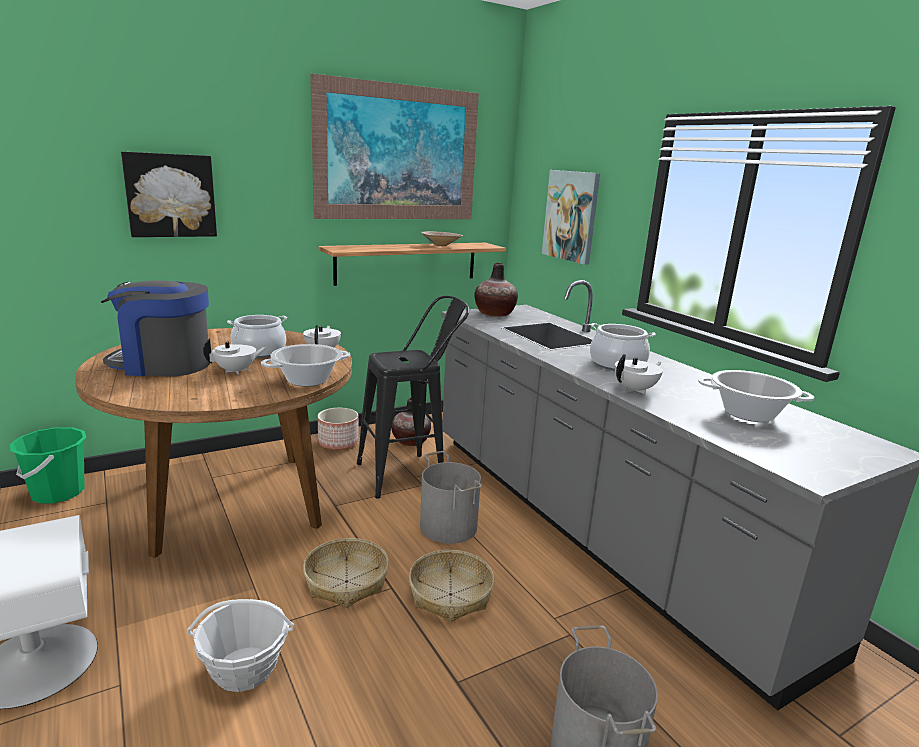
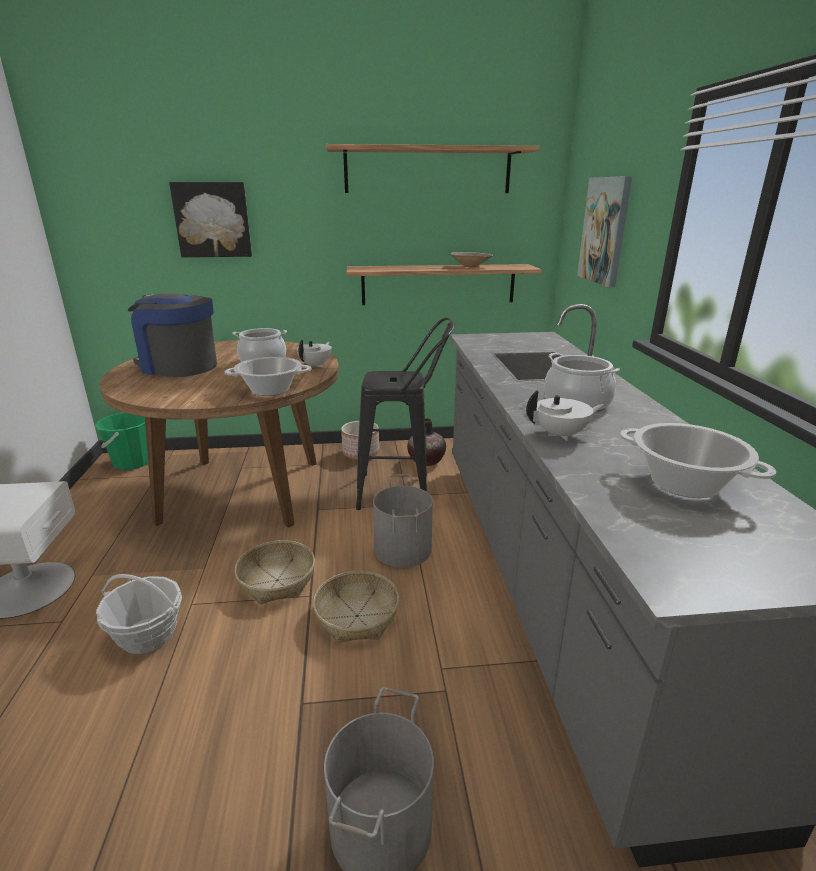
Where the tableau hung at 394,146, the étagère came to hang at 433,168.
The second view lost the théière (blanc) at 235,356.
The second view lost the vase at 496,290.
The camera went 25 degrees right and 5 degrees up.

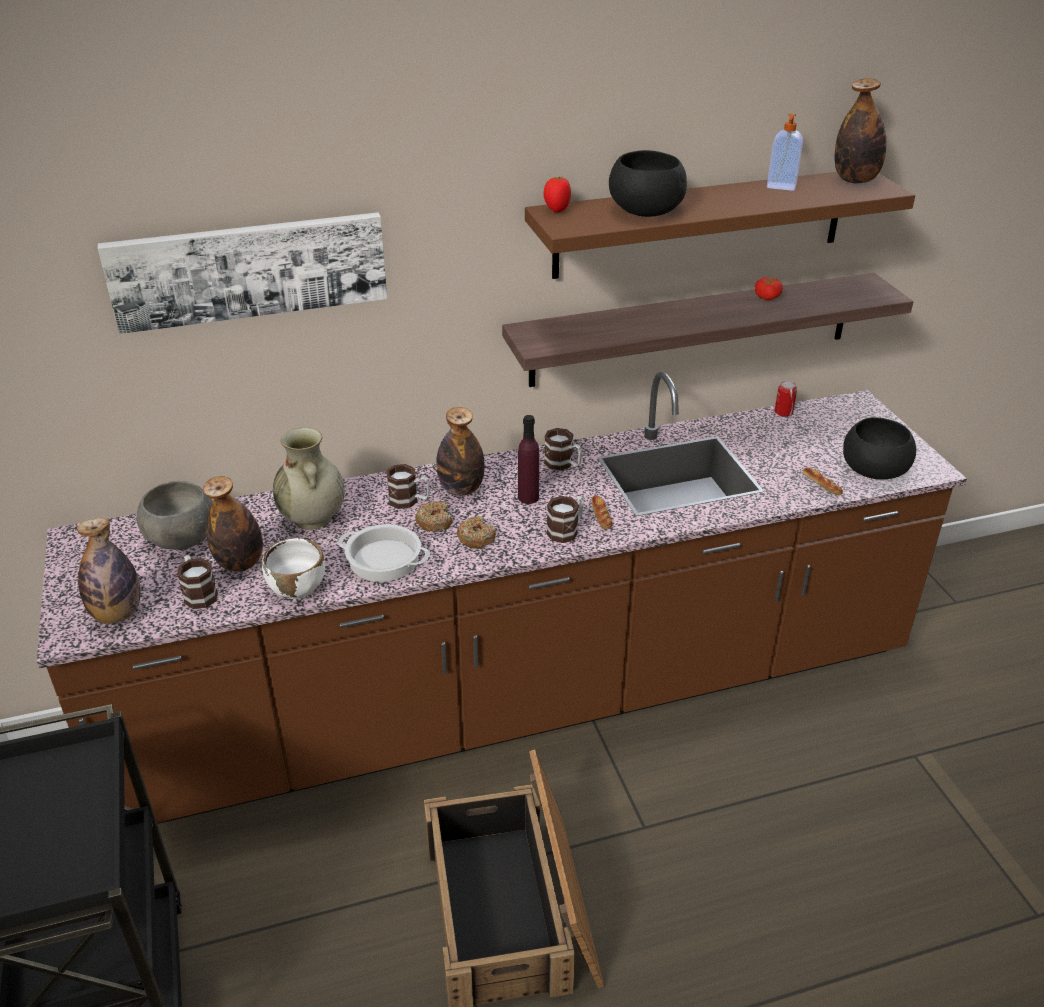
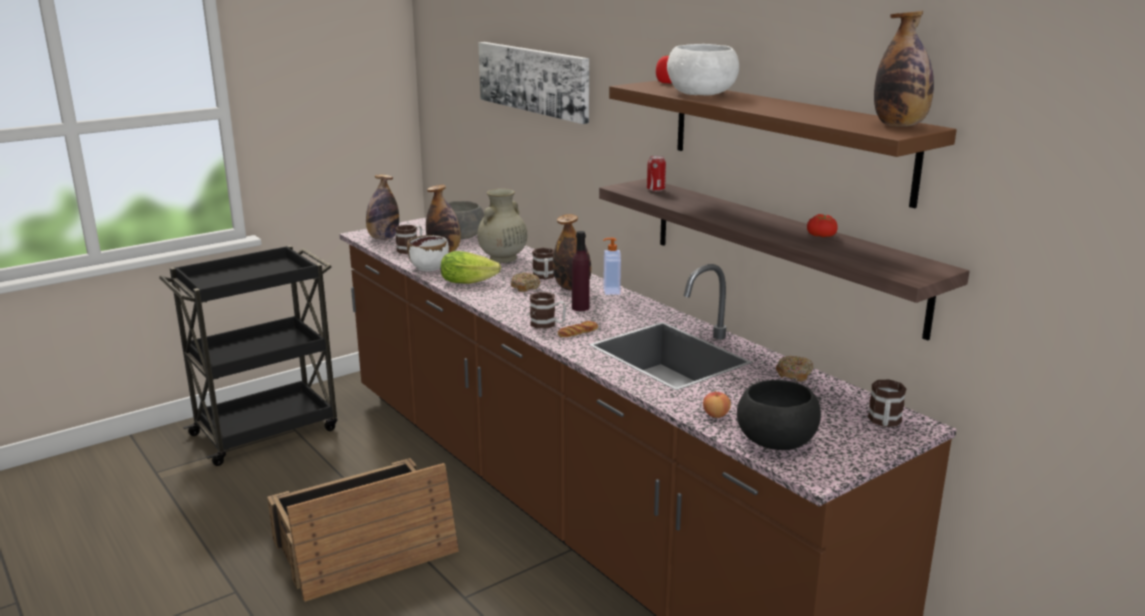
Where the marmite stood at 384,553, the laitue came to stand at 471,267.
The distributeur de savon ended up elsewhere, having gone from 785,152 to 612,266.
The boîte métallique ended up elsewhere, having gone from 786,398 to 656,173.
What was the bol (noir) at 648,183 turned into the bol (blanc) at 703,69.
Where the pain stood at 822,481, the pomme came to stand at 717,404.
The beignet ended up elsewhere, having gone from 476,532 to 794,369.
The mug ended up elsewhere, having gone from 563,449 to 887,403.
The camera went 70 degrees right and 15 degrees down.

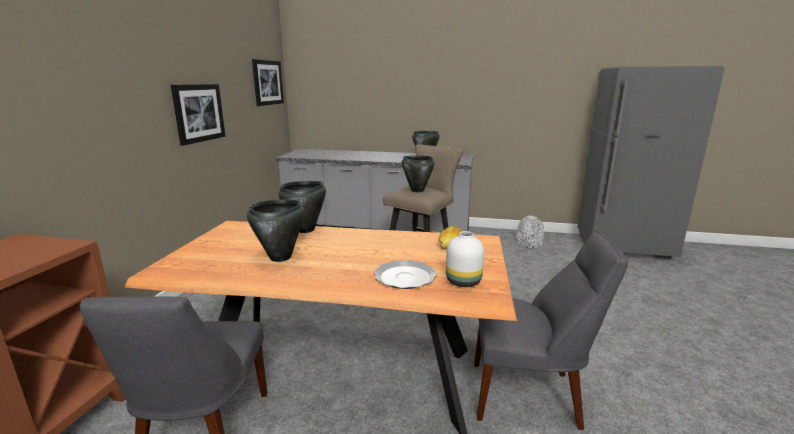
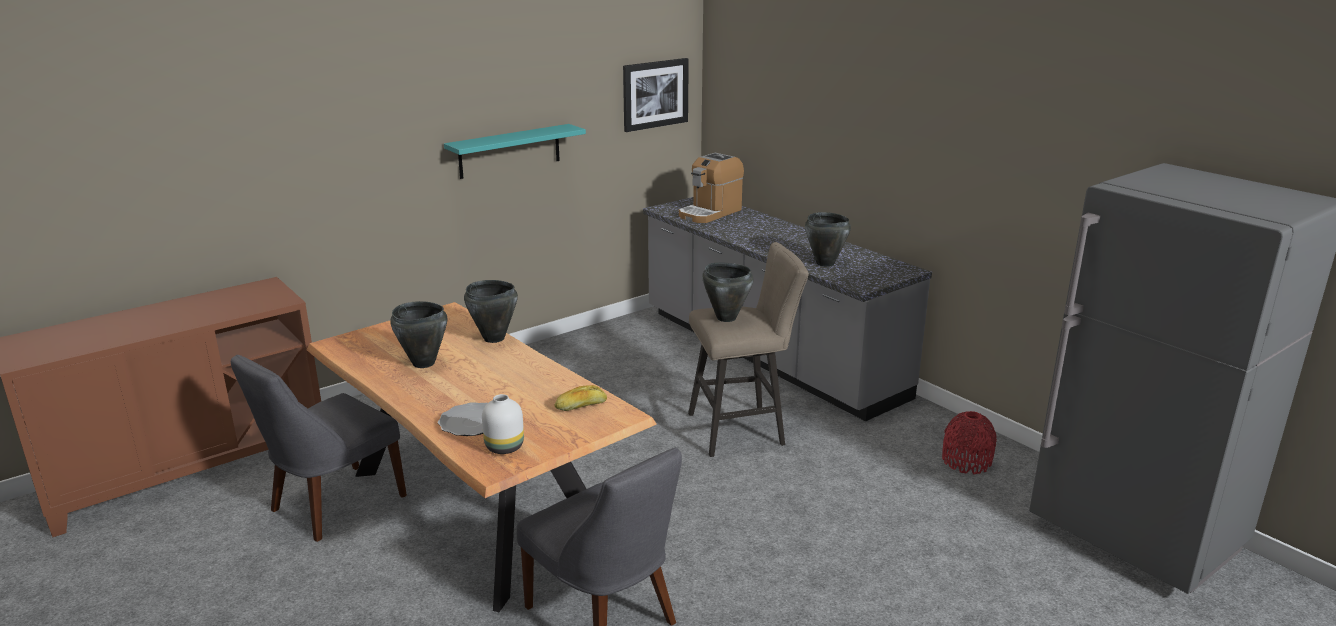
Where the tableau hung at 198,115, the étagère (turquoise) came to hang at 515,151.
The second view gained the machine à café at 711,188.
What was the vase (gris) at 530,232 turned into the vase (rouge) at 969,443.
The camera went 40 degrees right and 5 degrees up.

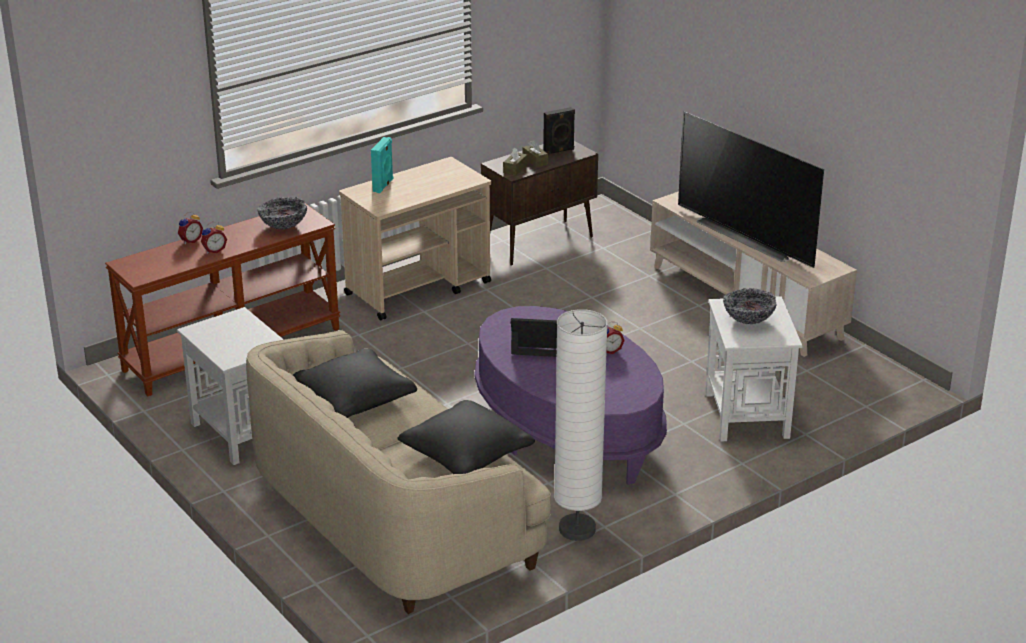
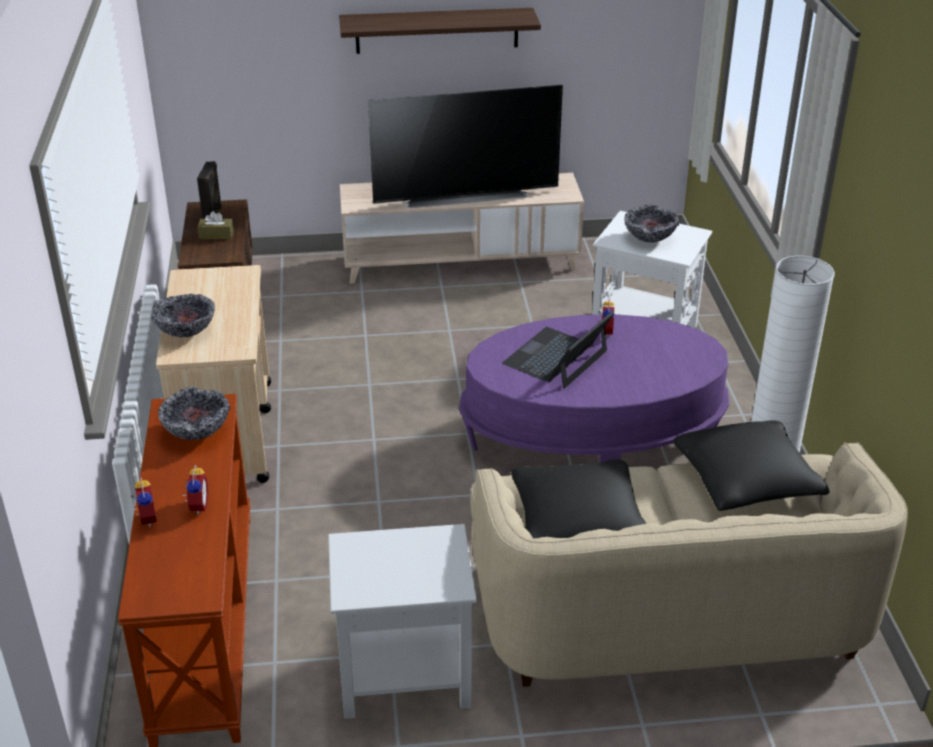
Where the enceinte (turquoise) stood at 382,165, the bol came to stand at 183,315.
The second view gained the étagère at 440,31.
The second view lost the boîte à mouchoirs (marron) at 515,161.
The camera went 60 degrees left and 5 degrees up.

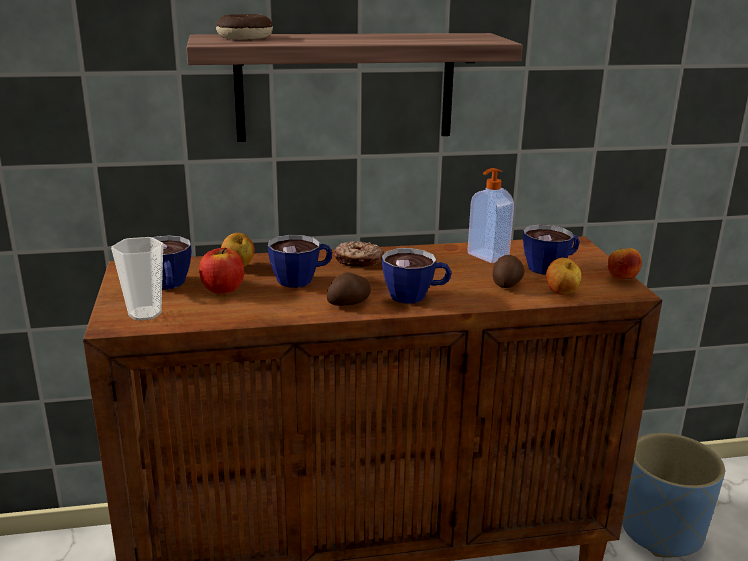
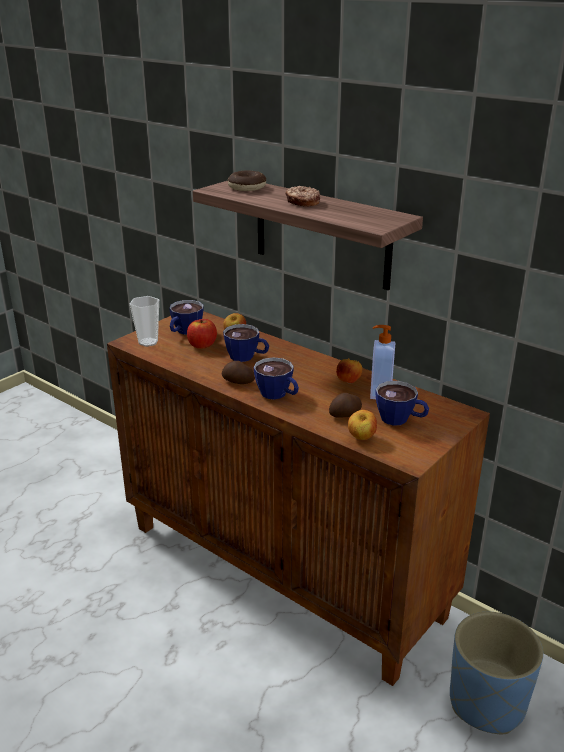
The beignet ended up elsewhere, having gone from 359,254 to 302,196.
The pomme ended up elsewhere, having gone from 624,264 to 349,371.
The camera went 50 degrees right and 5 degrees up.

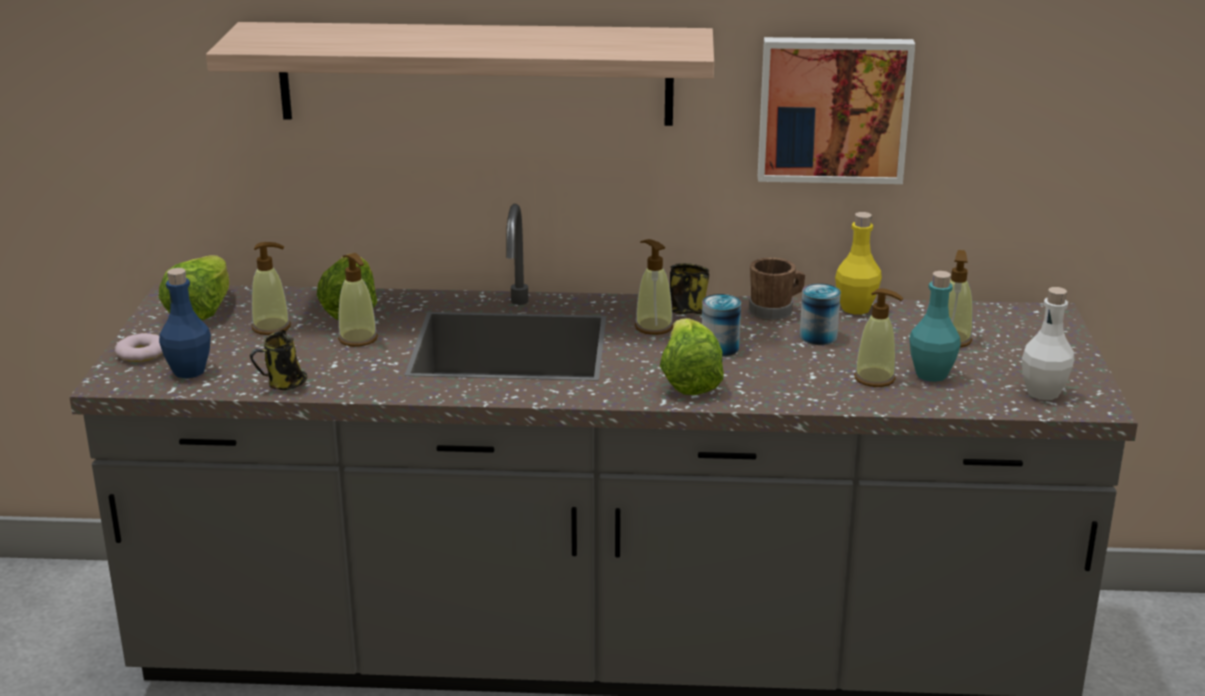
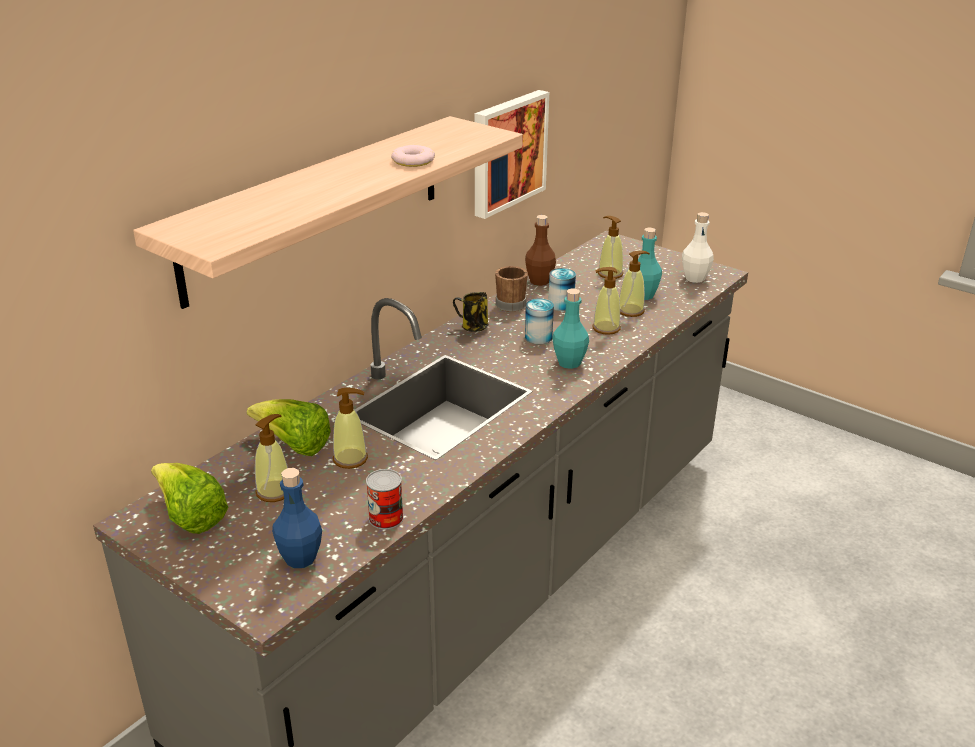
Where the mug stood at 278,360, the boîte métallique came to stand at 385,499.
The beignet ended up elsewhere, having gone from 139,347 to 413,156.
What was the bouteille (jaune) at 858,263 turned into the bouteille (marron) at 540,250.
Where the laitue stood at 692,356, the bouteille (turquoise) came to stand at 570,328.
The distributeur de savon ended up elsewhere, having gone from 654,287 to 606,301.
The camera went 55 degrees left and 5 degrees up.

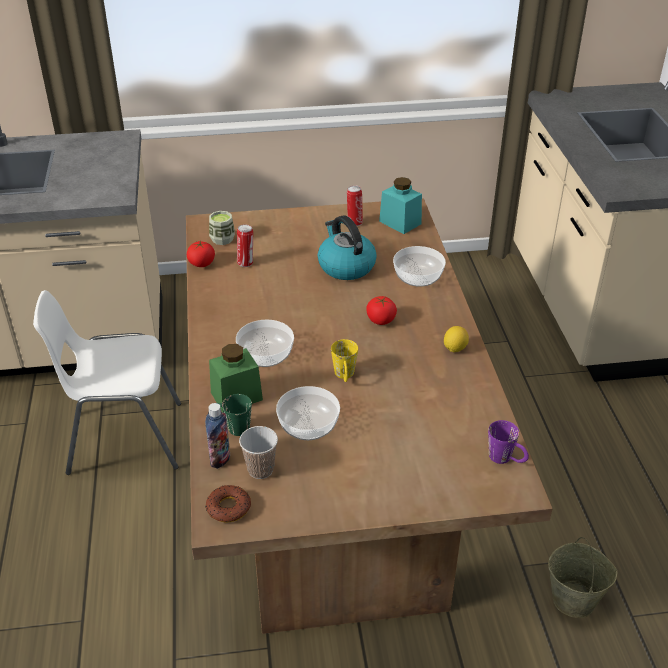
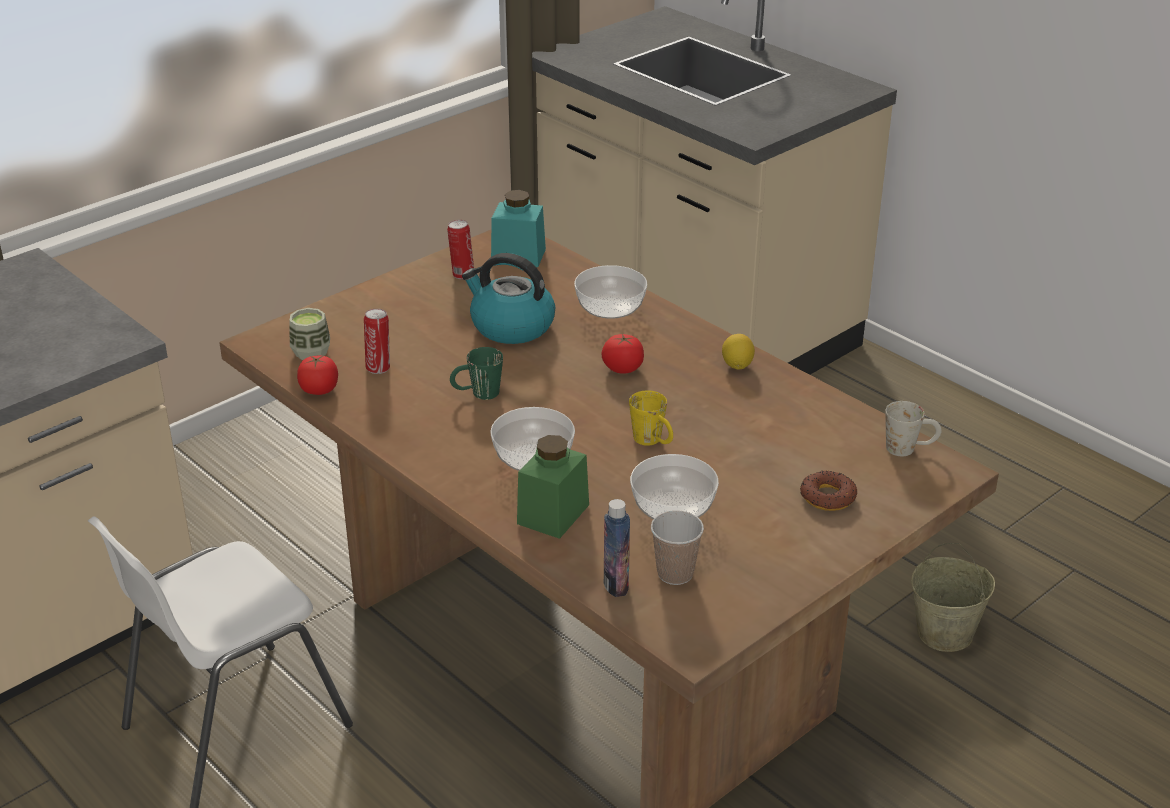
The mug (vert) ended up elsewhere, having gone from 235,415 to 476,373.
The beignet ended up elsewhere, having gone from 228,504 to 828,490.
What was the mug (violet) at 508,442 turned into the mug (blanc) at 913,428.
The camera went 35 degrees left and 5 degrees down.

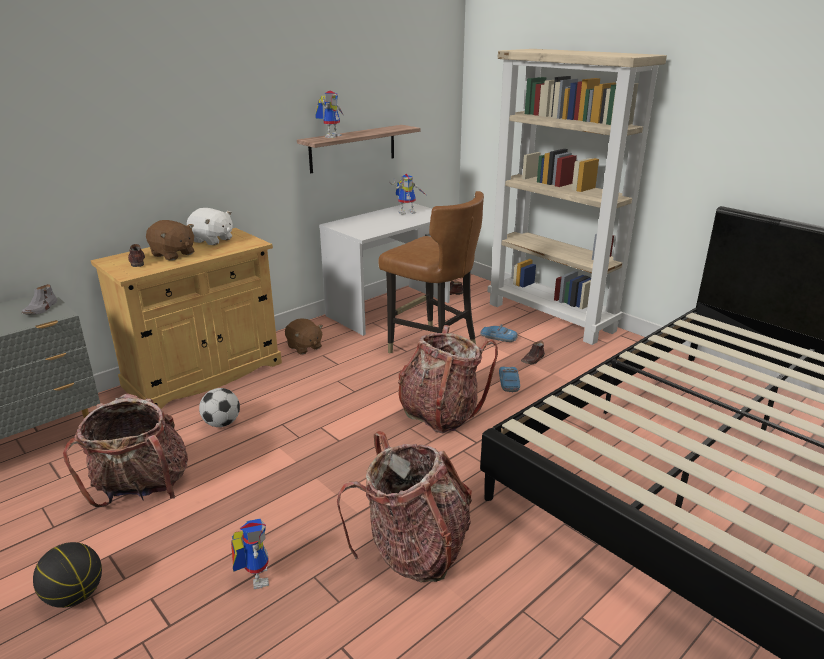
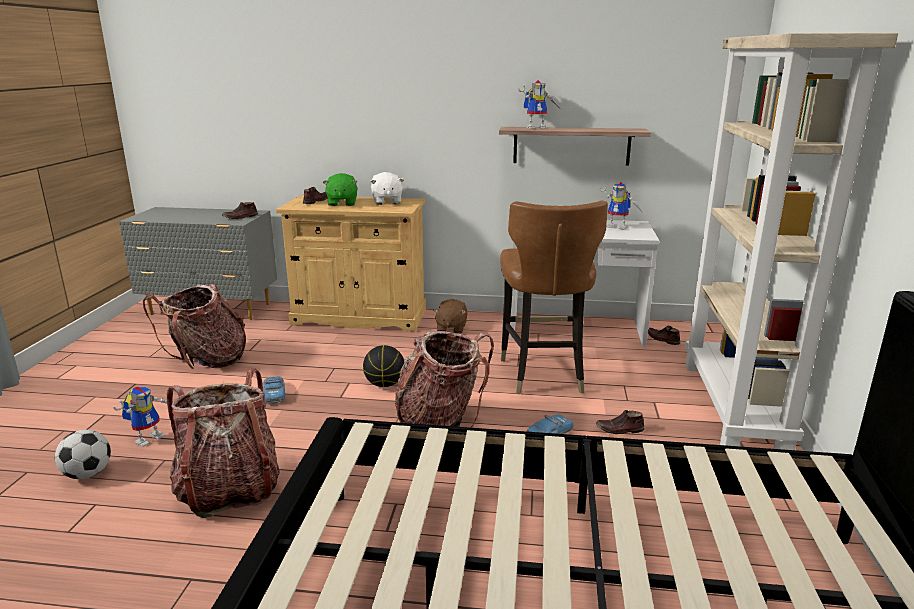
The ballon de foot ended up elsewhere, having gone from 219,407 to 83,454.
What was the chaussure (gris) at 39,299 turned into the chaussure (marron) at 240,210.
The petite voiture ended up elsewhere, having gone from 499,333 to 274,390.
What was the peluche (marron) at 170,240 turned into the peluche (vert) at 340,189.
The ballon de basket ended up elsewhere, having gone from 67,575 to 384,366.
The camera went 50 degrees right and 5 degrees down.

